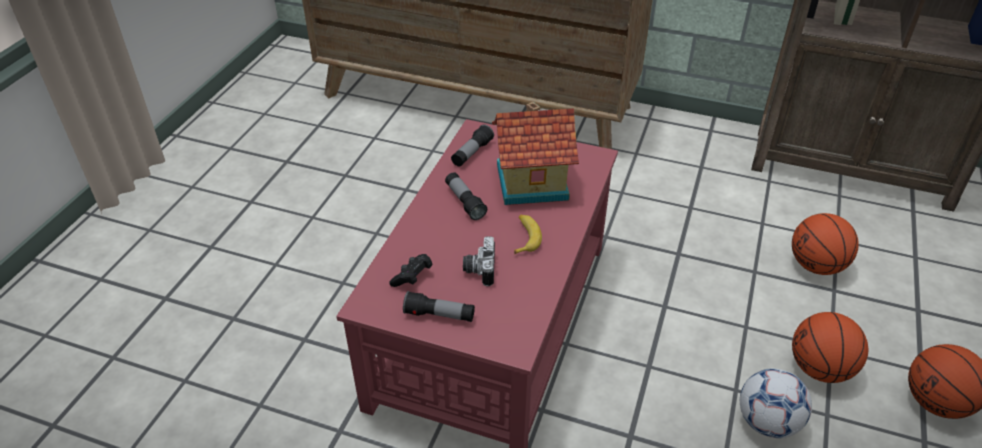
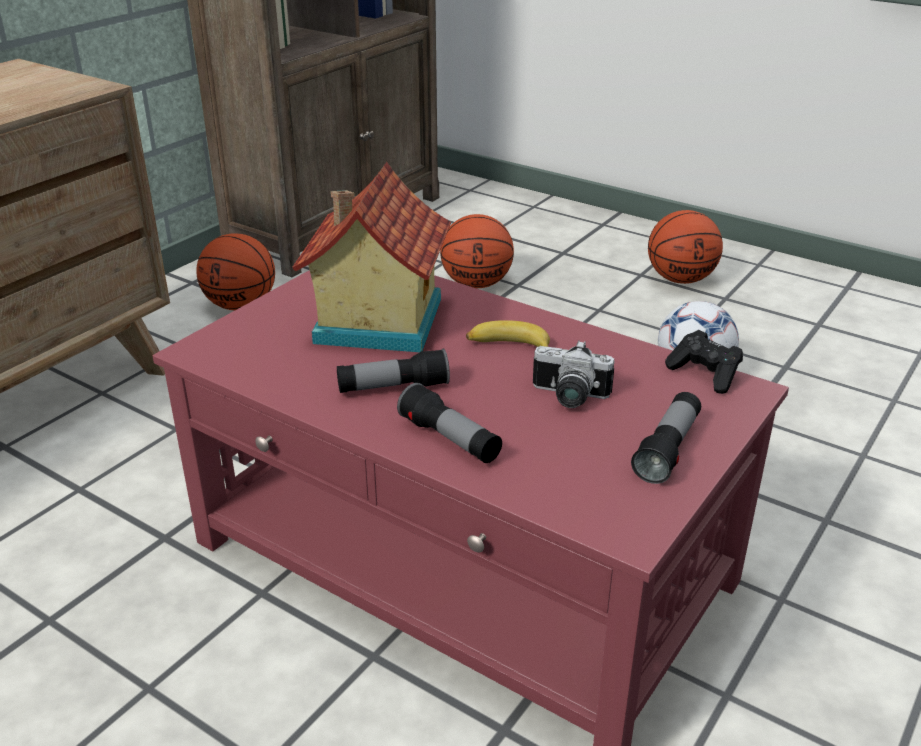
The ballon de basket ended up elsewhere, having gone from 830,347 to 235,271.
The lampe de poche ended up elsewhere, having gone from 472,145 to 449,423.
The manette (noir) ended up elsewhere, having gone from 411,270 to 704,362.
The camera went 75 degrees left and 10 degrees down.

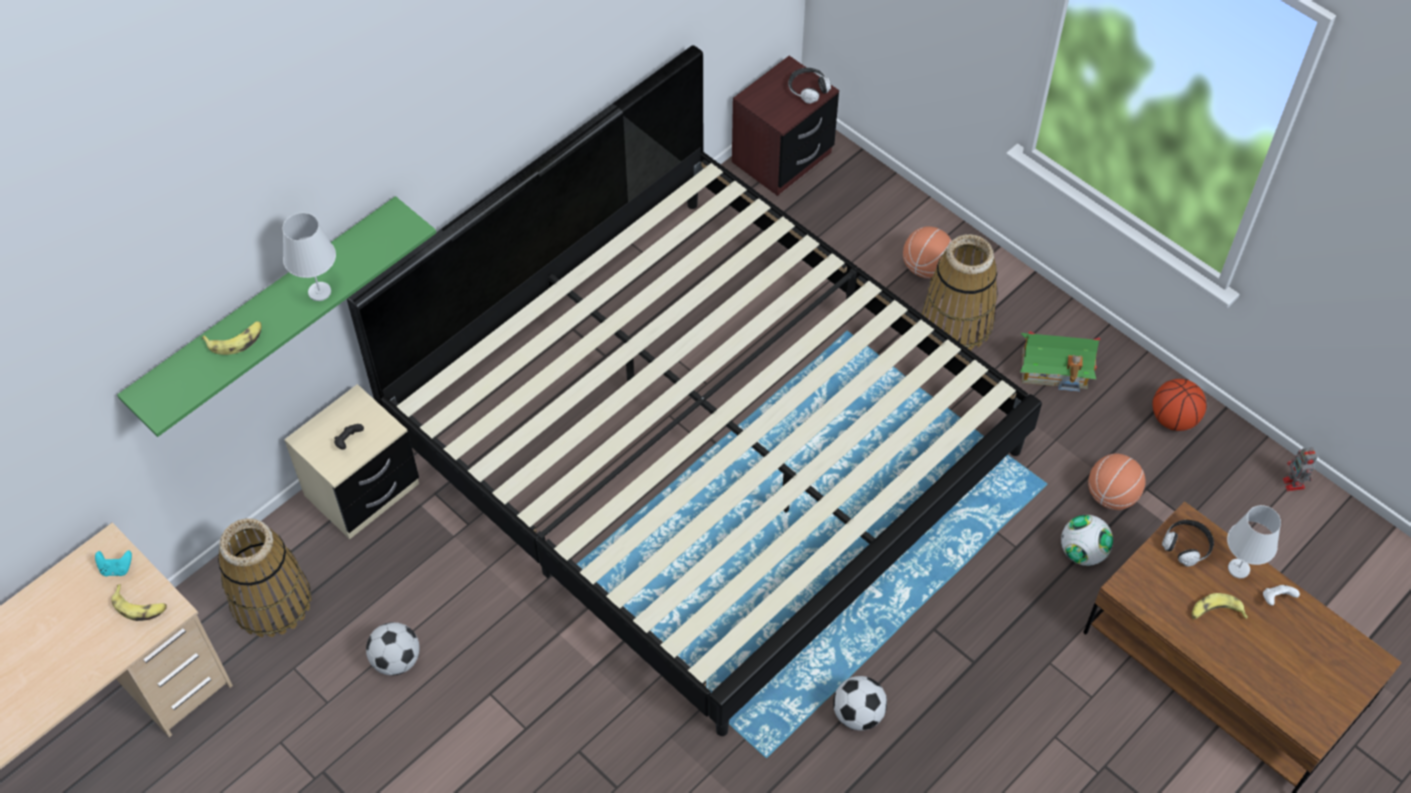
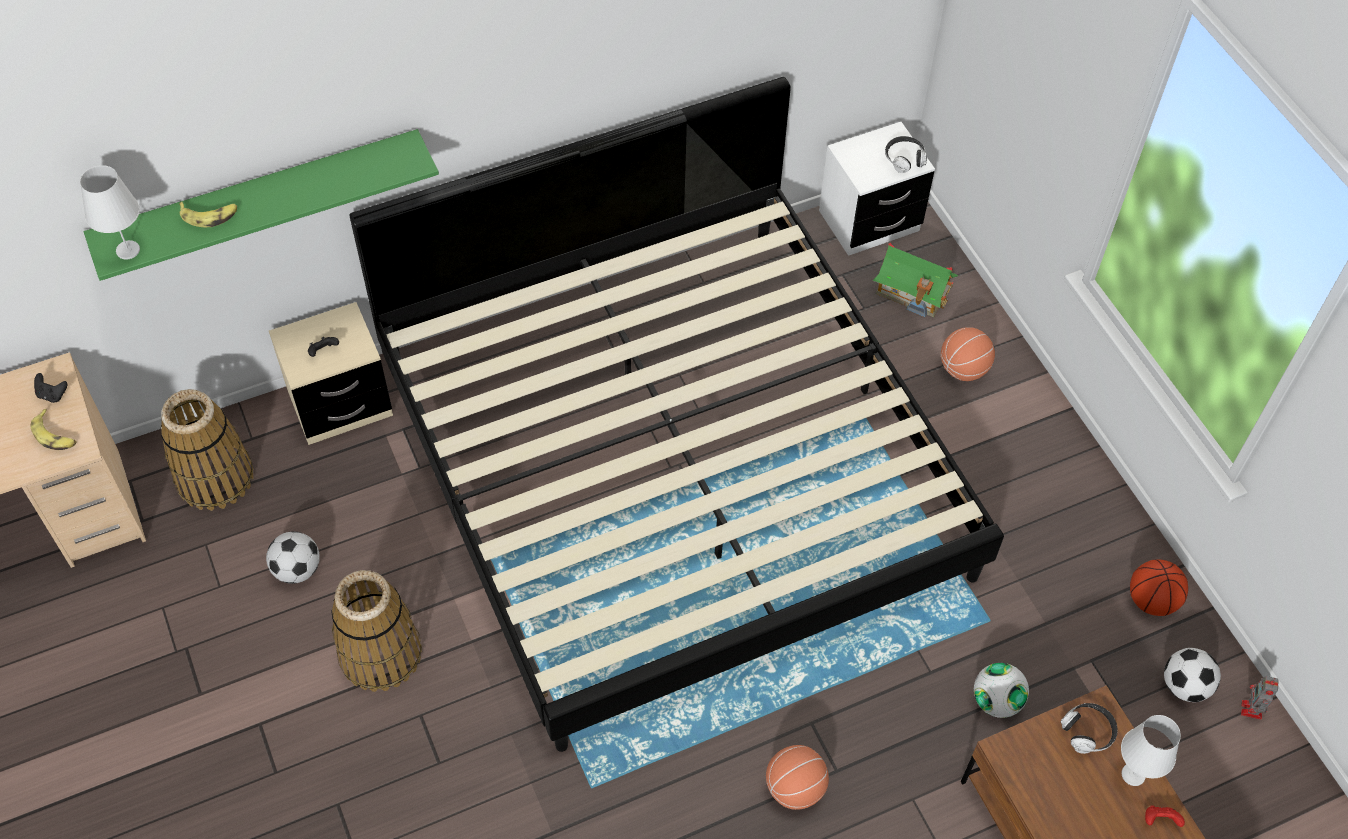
What was the manette (turquoise) at 113,563 turned into the manette (noir) at 50,388.
The lampe de table (blanc) ended up elsewhere, having gone from 309,257 to 110,212.
The panier ended up elsewhere, having gone from 959,292 to 376,631.
The ballon de basket ended up elsewhere, having gone from 1117,482 to 797,777.
What was the table de chevet (marron) at 785,126 turned into the table de chevet (blanc) at 877,189.
The maison miniature ended up elsewhere, having gone from 1060,361 to 915,280.
What was the manette (blanc) at 1281,595 turned into the manette (rouge) at 1165,816.
The ballon de foot ended up elsewhere, having gone from 860,703 to 1192,675.
The second view lost the banane at 1220,606.
The camera went 20 degrees right and 0 degrees up.

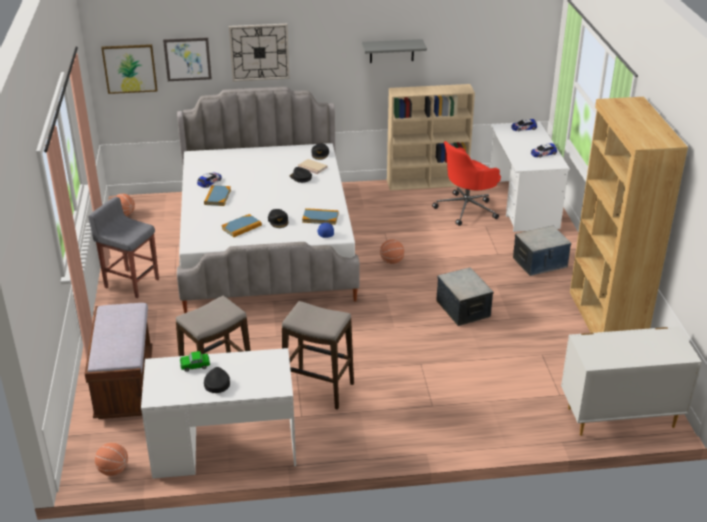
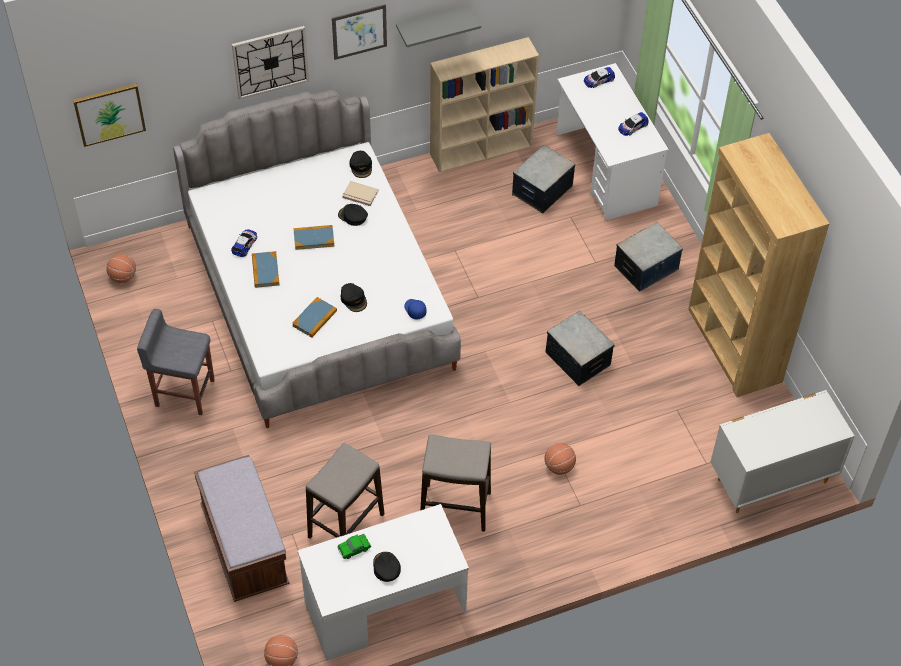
The livre ended up elsewhere, having gone from 320,216 to 313,237.
The tableau ended up elsewhere, having gone from 187,59 to 359,32.
Where the chaise de bureau (rouge) stood at 466,183, the boîte de rangement came to stand at 543,179.
The ballon de basket ended up elsewhere, having gone from 392,251 to 560,459.
The camera went 15 degrees left and 20 degrees up.

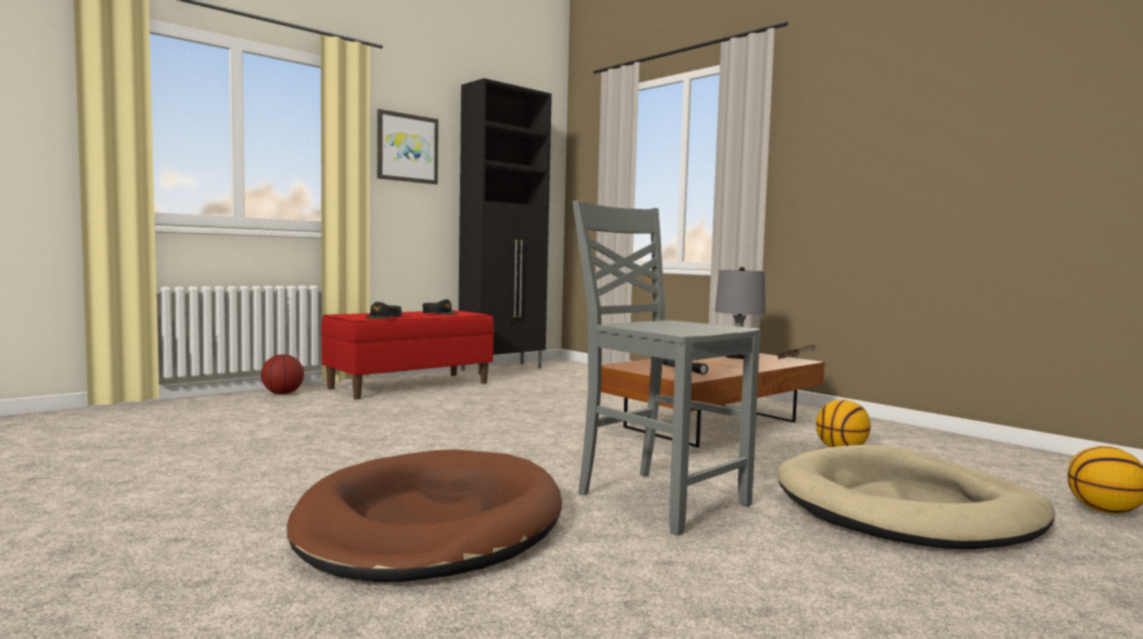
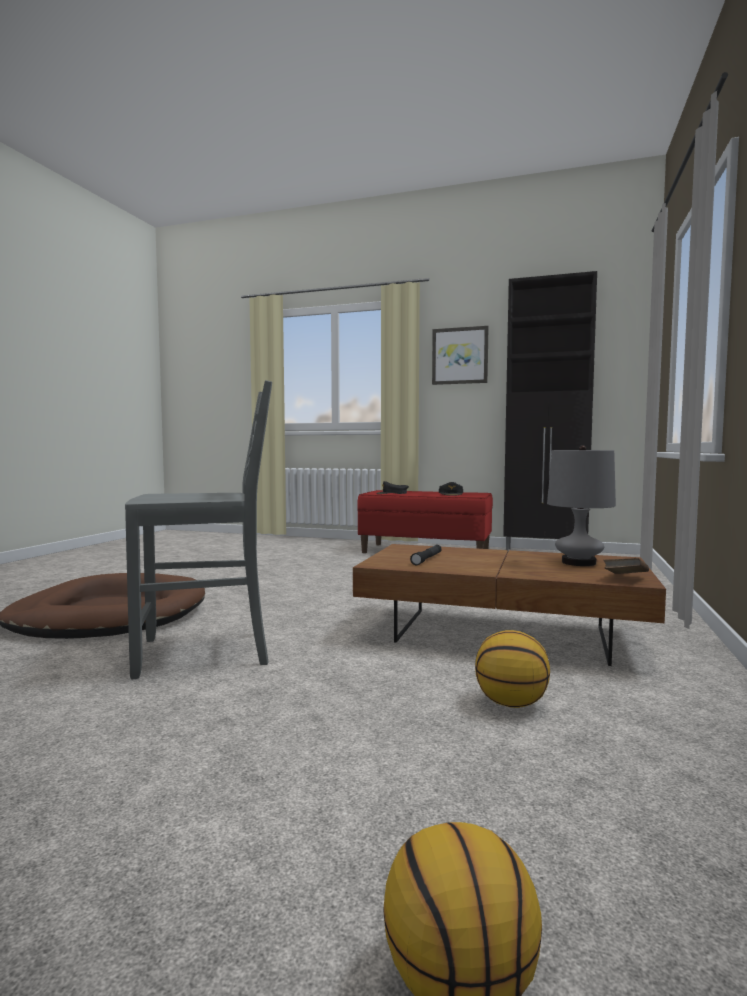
The chaise (gris) at 667,367 ended up facing another way, 60 degrees clockwise from before.
The second view lost the ballon de basket at 282,374.
The second view lost the panier pour chien (beige) at 916,497.
The camera went 60 degrees right and 0 degrees up.

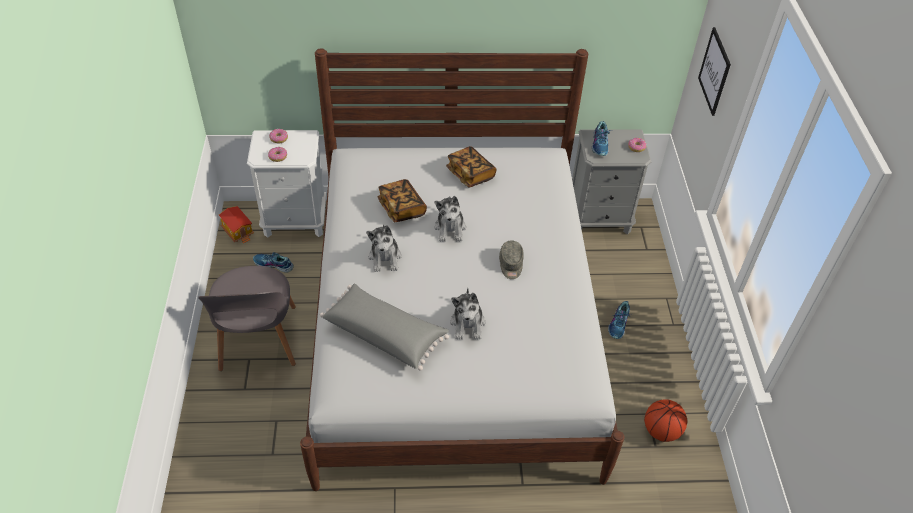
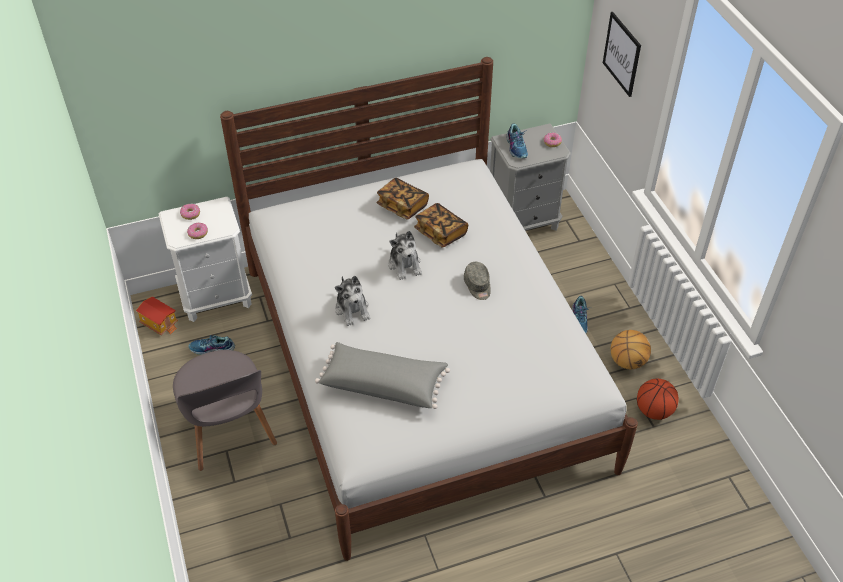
The livre ended up elsewhere, having gone from 402,200 to 441,225.
The second view gained the ballon de basket at 631,349.
The second view lost the peluche at 467,313.
The camera went 15 degrees left and 0 degrees up.

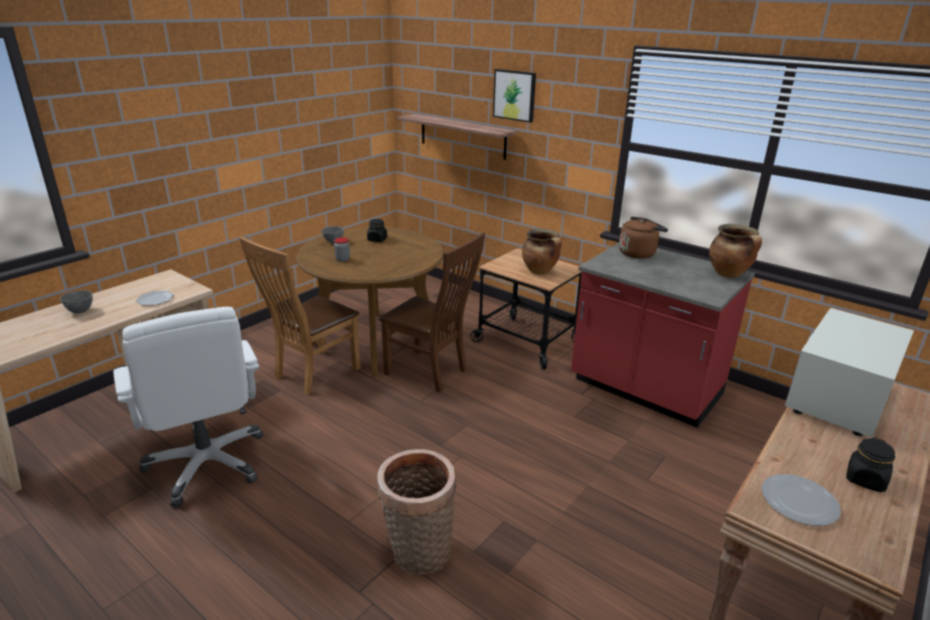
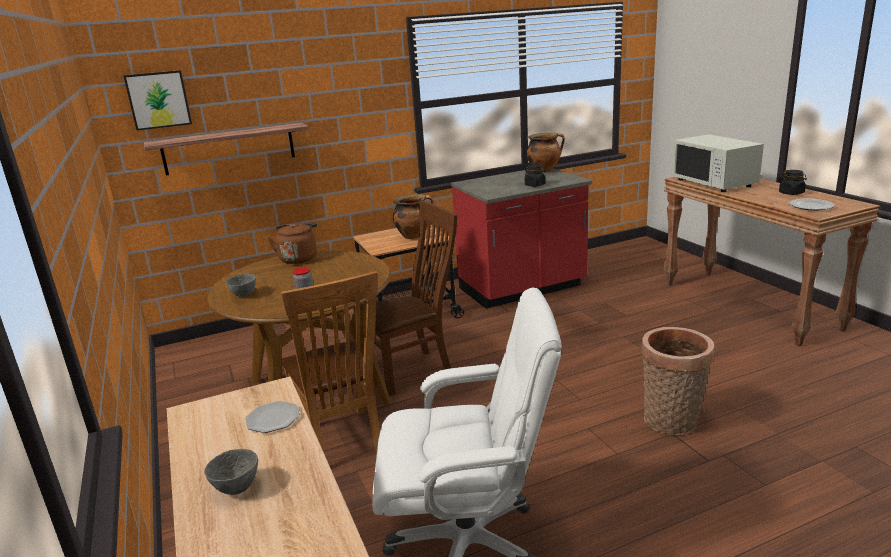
The tableau ended up elsewhere, having gone from 514,96 to 157,100.
The bouilloire (marron) ended up elsewhere, having gone from 643,238 to 292,243.
The bocal (noir) ended up elsewhere, having gone from 377,230 to 535,175.
The camera went 60 degrees left and 5 degrees down.

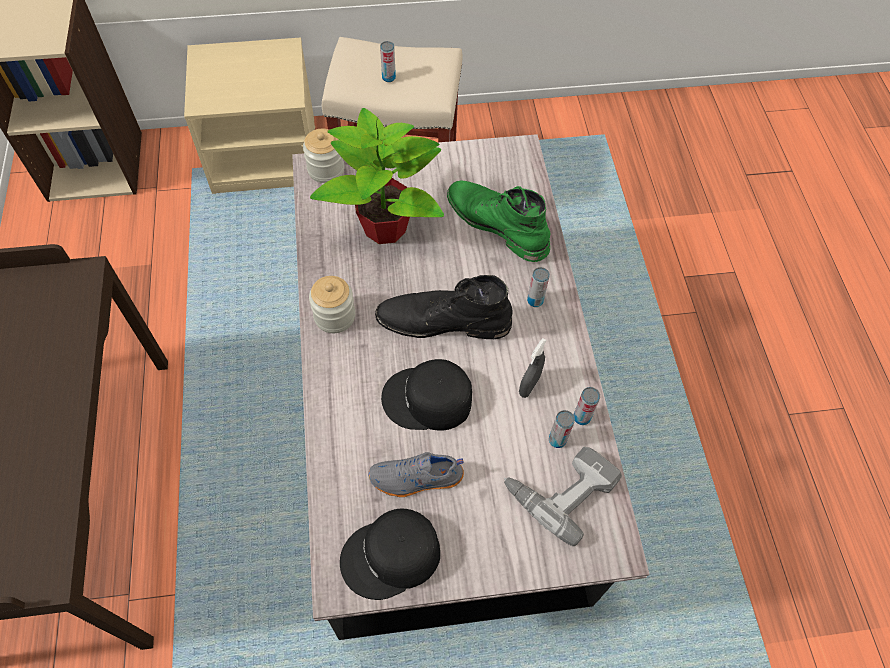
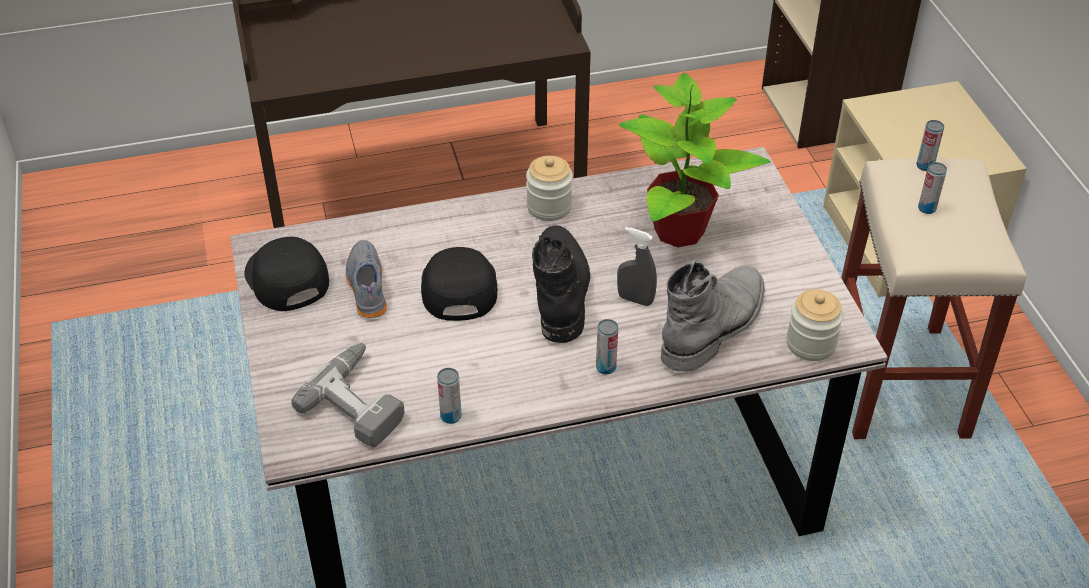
The vaporisateur (gris) ended up elsewhere, having gone from 533,368 to 637,266.
What was the botte (vert) at 498,221 turned into the botte (gris) at 713,316.
The bocal ended up elsewhere, having gone from 323,156 to 814,325.
The boîte métallique ended up elsewhere, having gone from 562,429 to 930,145.
The camera went 85 degrees right and 15 degrees down.

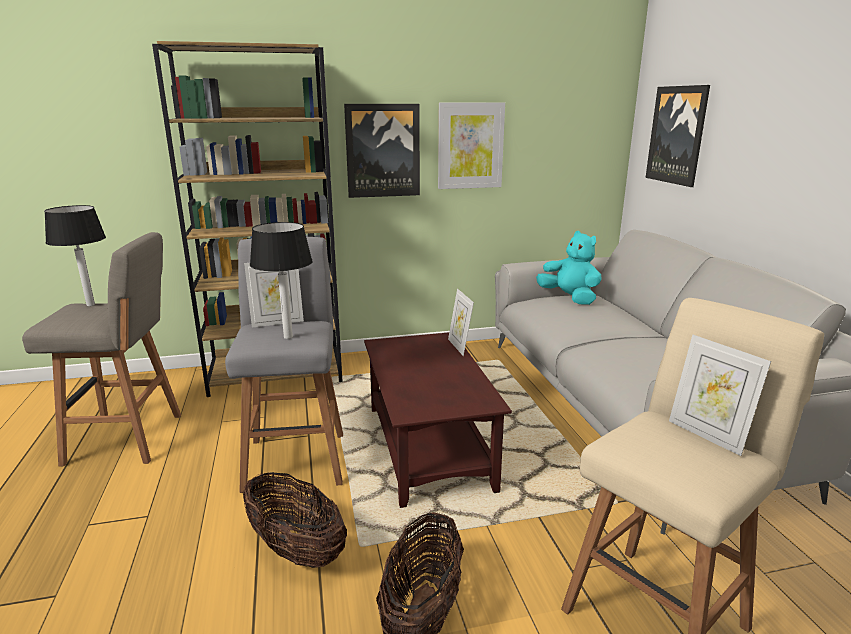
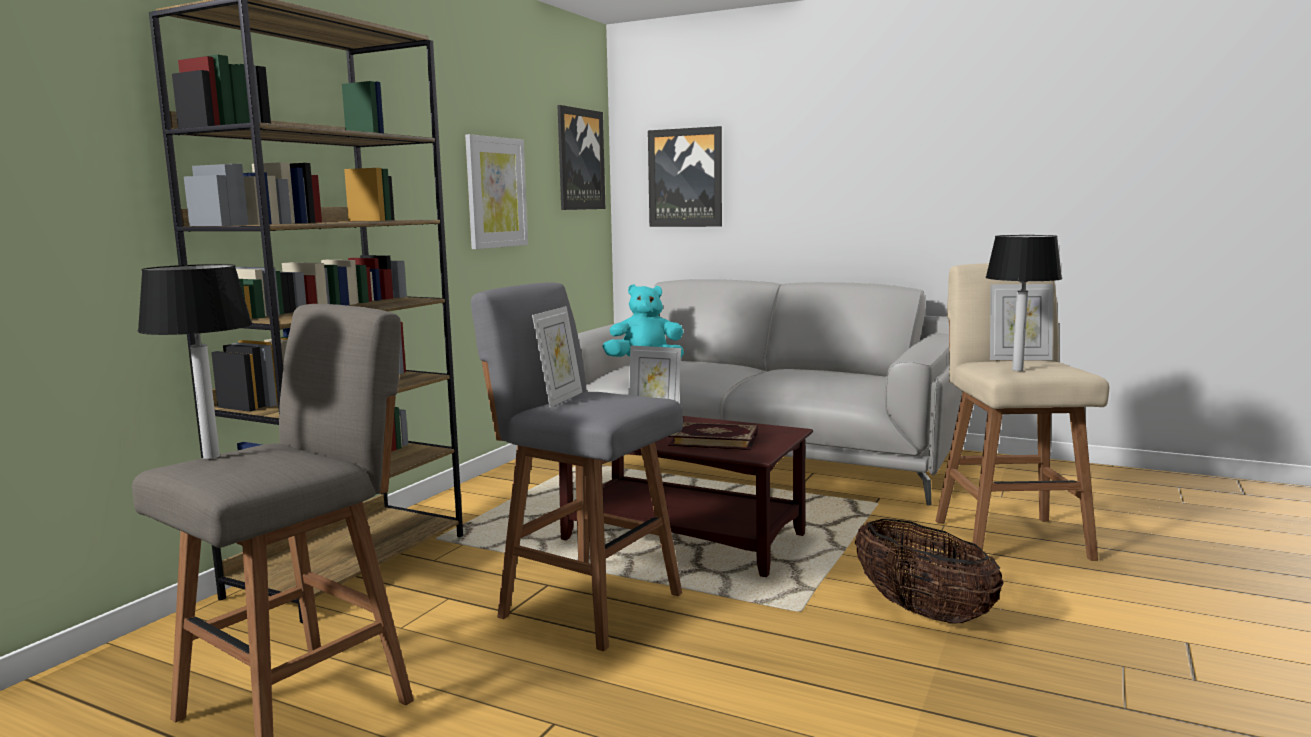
The tableau ended up elsewhere, having gone from 382,151 to 581,157.
The second view gained the livre at 713,436.
The lampe de table ended up elsewhere, having gone from 281,280 to 1023,303.
The second view lost the panier at 295,520.
The camera went 50 degrees left and 10 degrees down.

